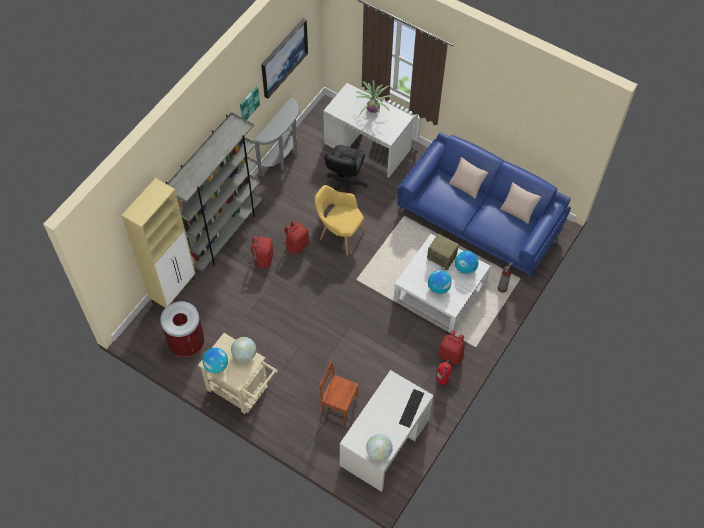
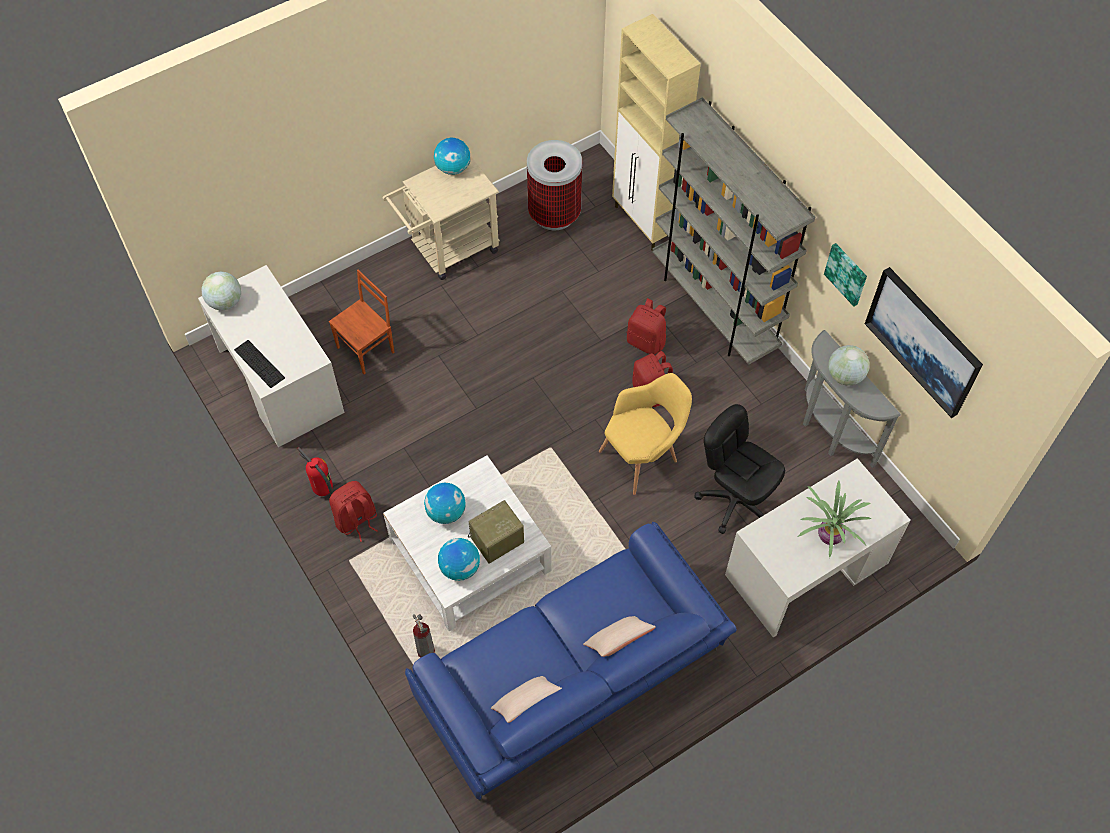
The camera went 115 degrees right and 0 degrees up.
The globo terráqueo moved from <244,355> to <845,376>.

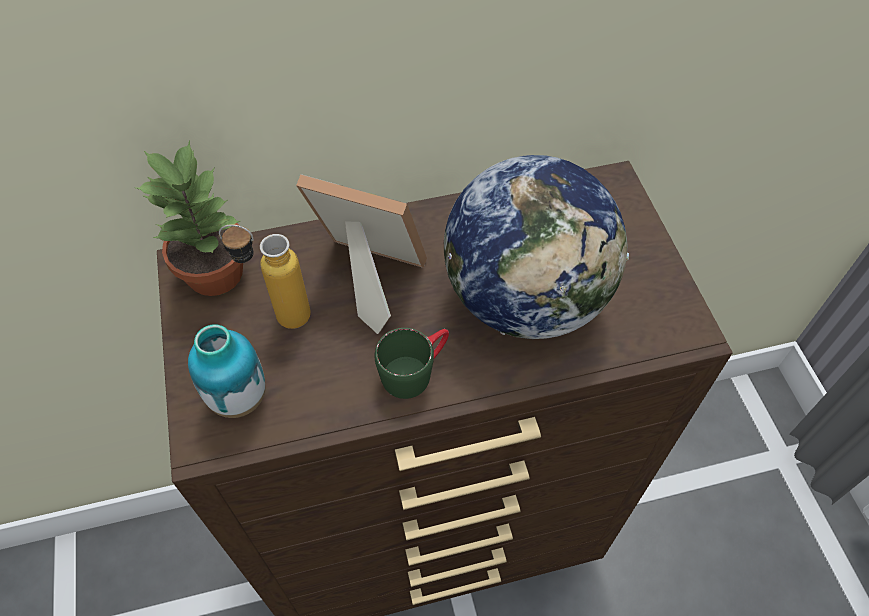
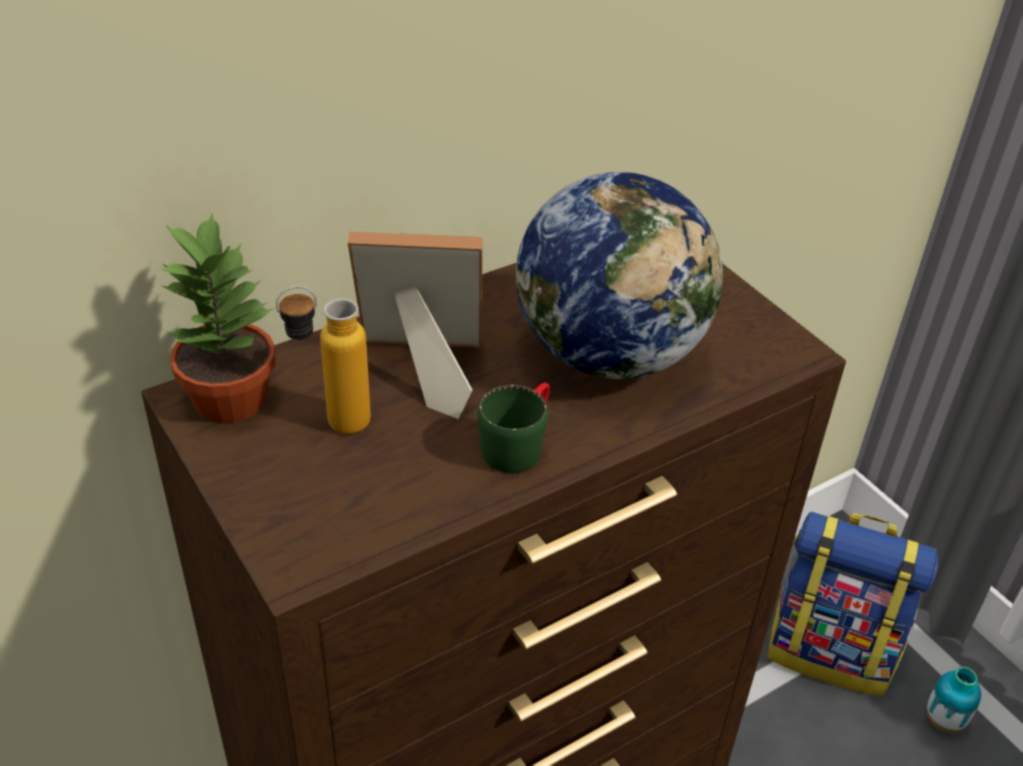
The camera went 20 degrees left and 15 degrees down.
The mochila at <831,651> appeared.
The florero moved from <239,398> to <943,721>.

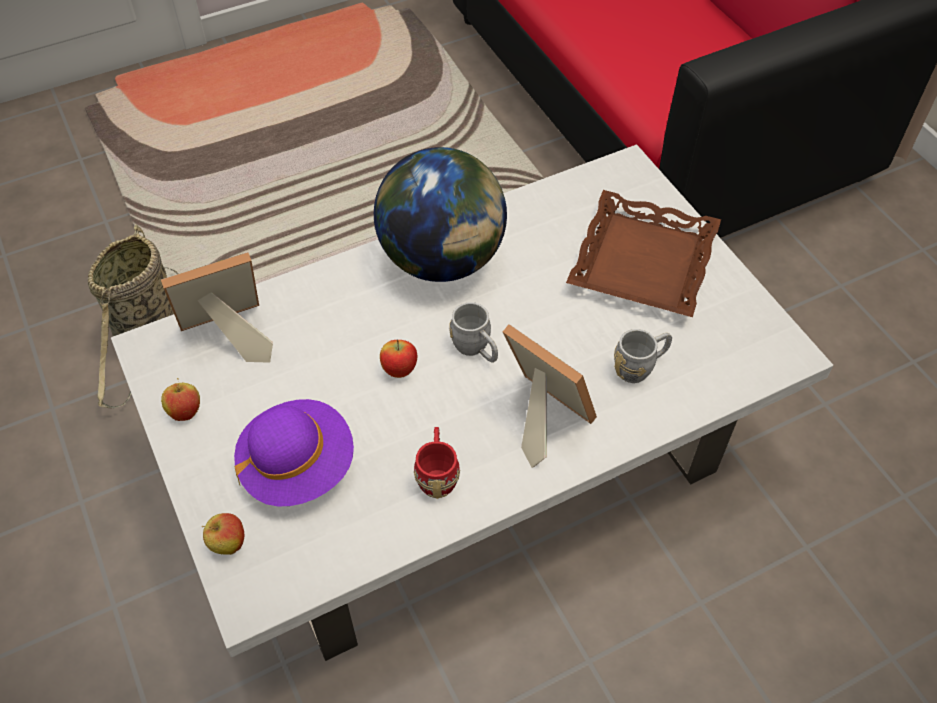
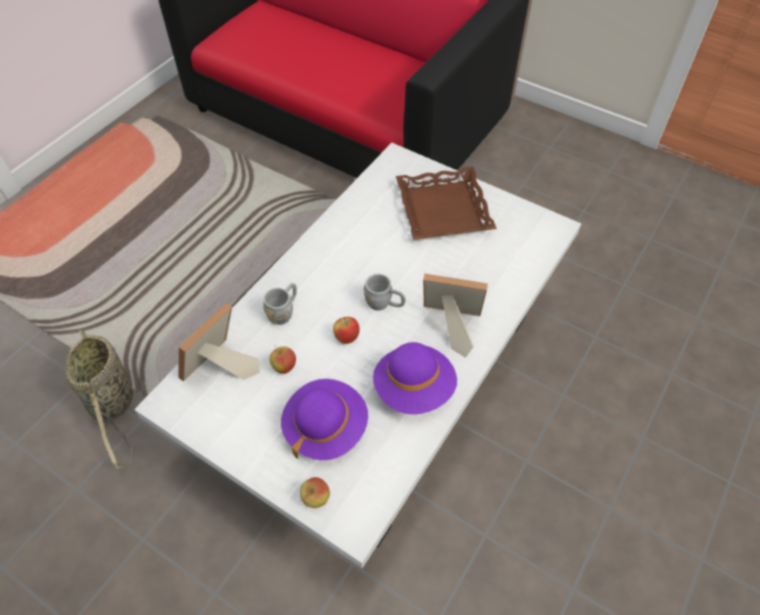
The camera went 30 degrees left and 0 degrees up.
The globo terráqueo at <442,259> disappeared.
The manzana moved from <185,412> to <284,367>.
The taza grande/gris moved from <640,367> to <284,311>.
The taza grande/rojo at <437,474> was replaced by the sombrero/morado at <414,388>.

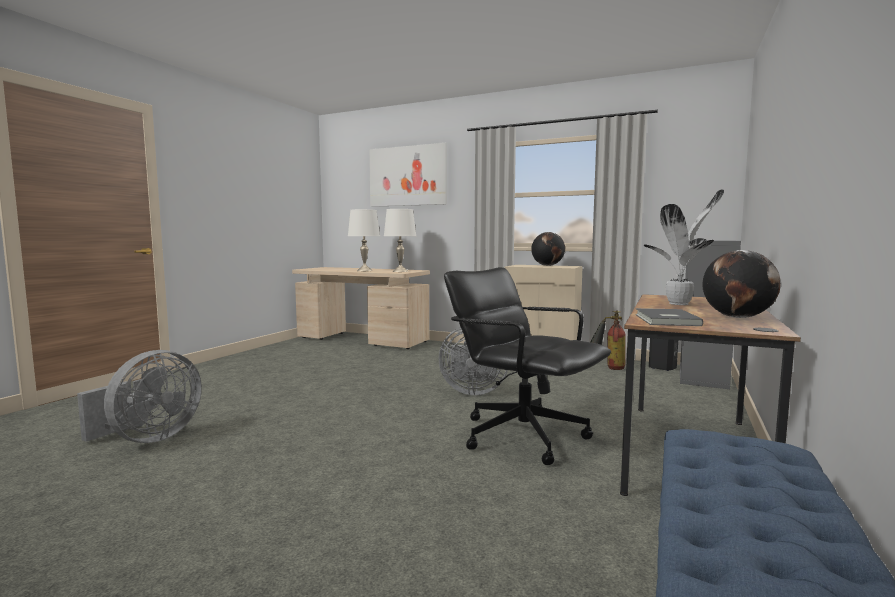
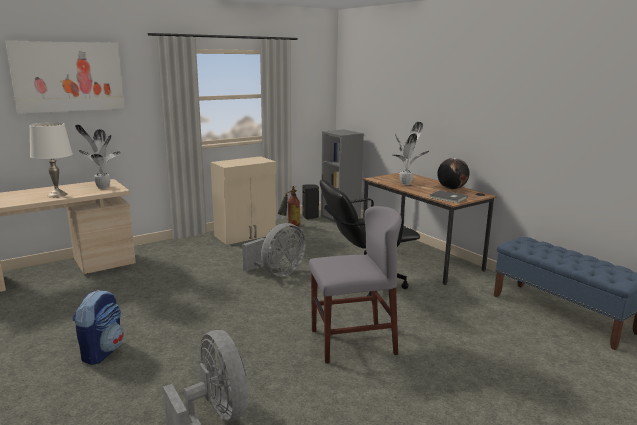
The camera went 60 degrees left and 10 degrees up.
The globo terráqueo at <547,265> disappeared.
The mochila at <102,352> appeared.
The silla/gris at <352,342> appeared.
The lámpara de mesa/blanco at <400,271> was replaced by the planta en maceta at <102,187>.

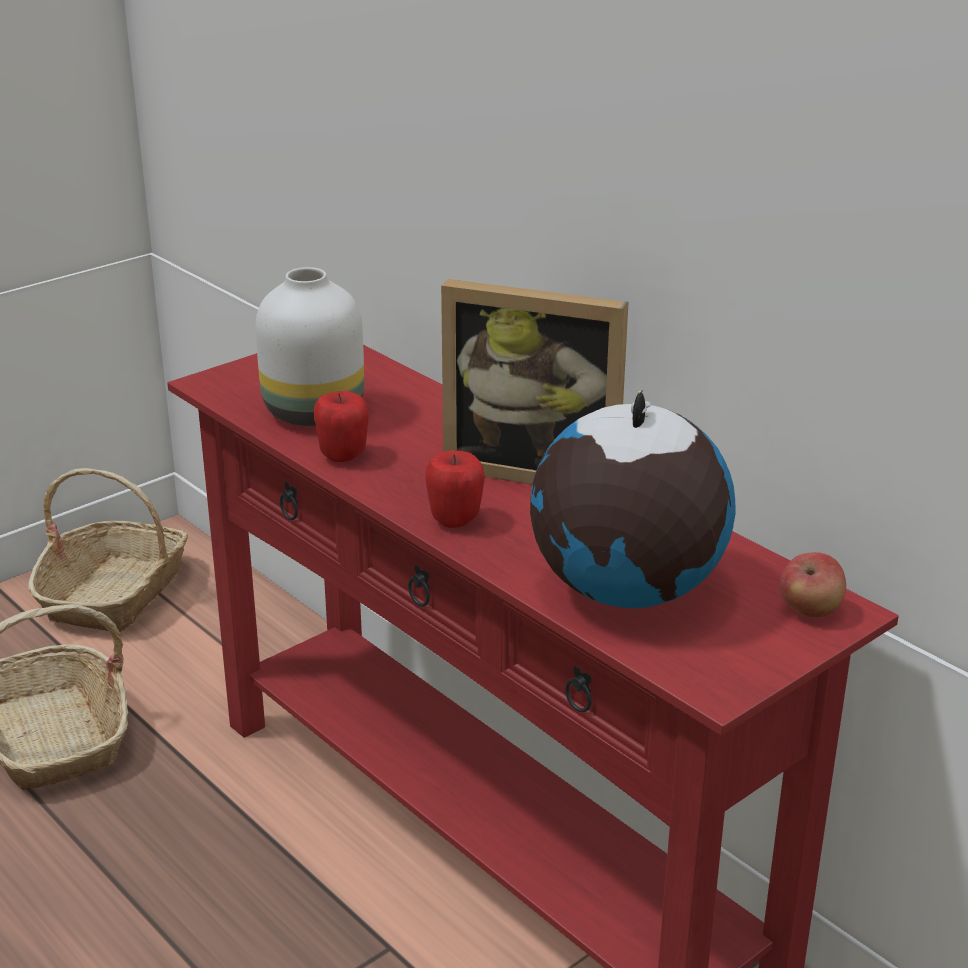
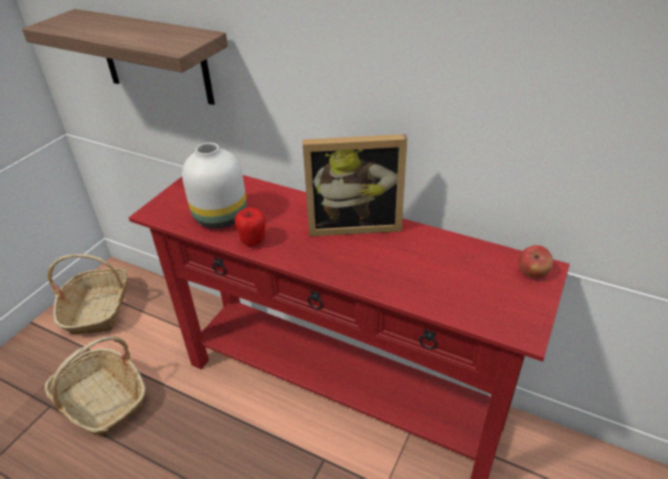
The camera went 20 degrees left and 10 degrees up.
The manzana at <455,520> disappeared.
The globo terráqueo at <625,592> disappeared.
The estante at <154,57> appeared.

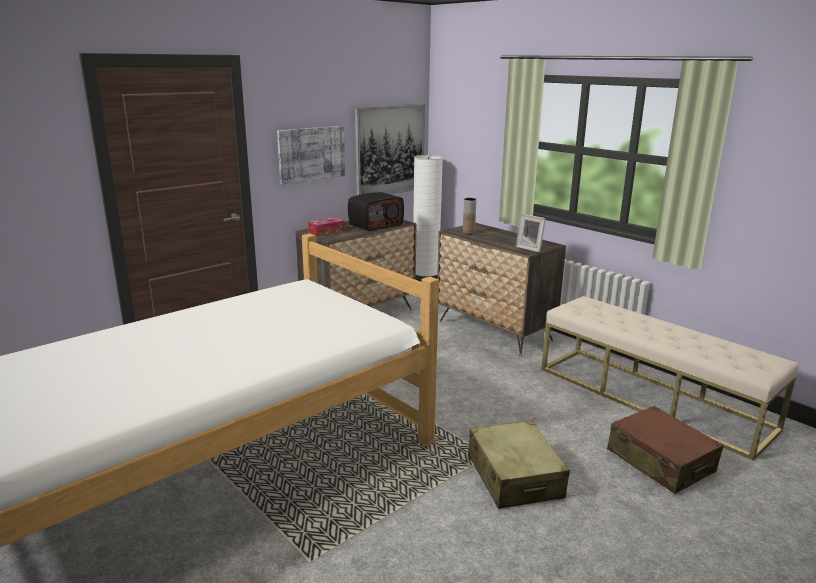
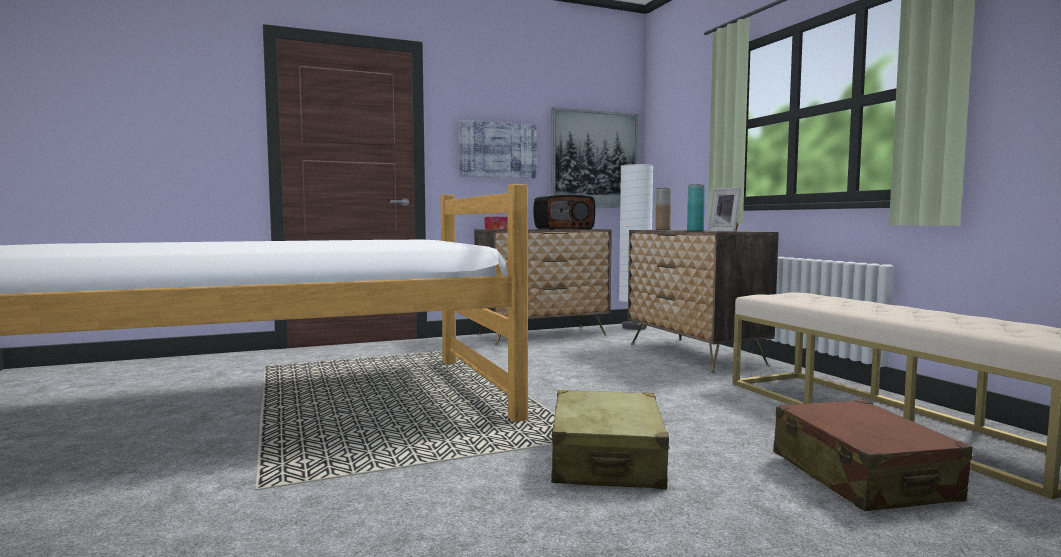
The camera went 20 degrees right and 15 degrees down.
The florero/turquesa at <695,231> appeared.

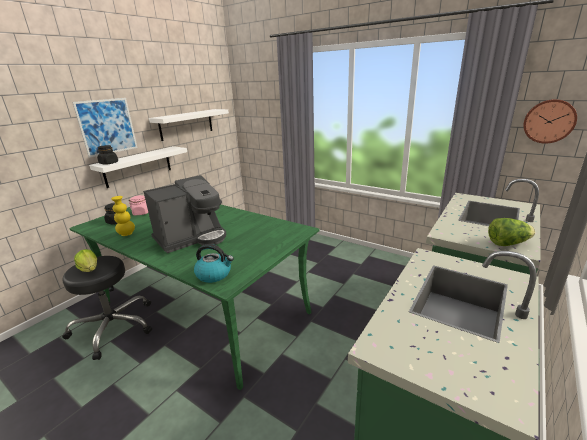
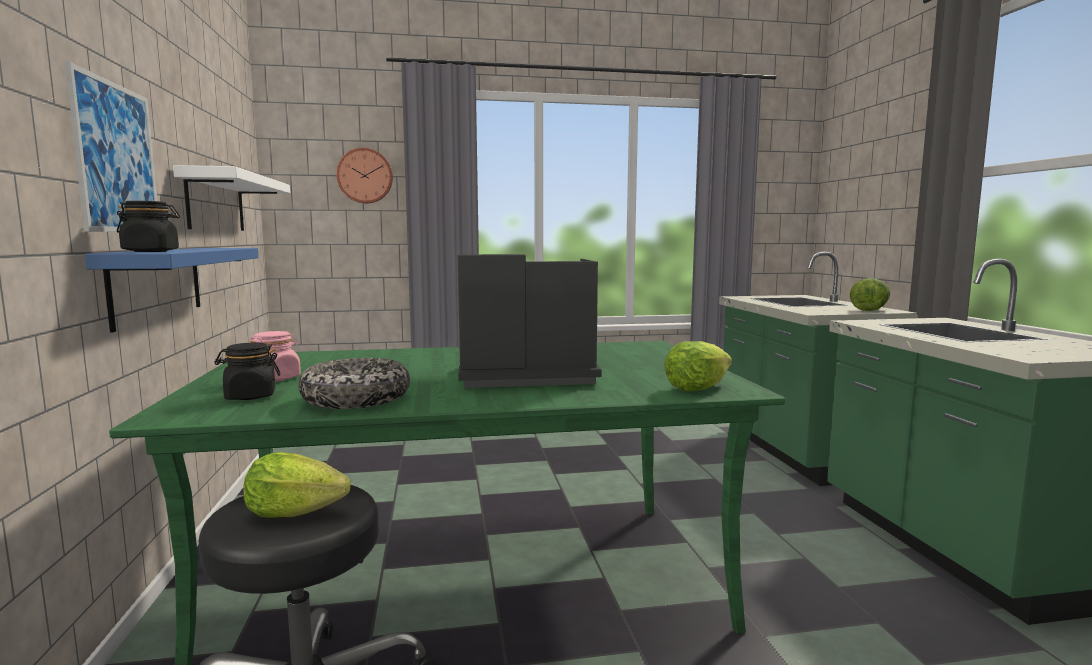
The camera went 45 degrees left and 15 degrees down.
The reloj de pared moved from <549,121> to <365,176>.
The florero/amarillo at <127,234> was replaced by the cuenco at <356,399>.
The hervidor at <214,274> was replaced by the lechuga at <696,388>.
The estante/blanco at <138,166> became the estante/azul at <157,284>.
The cafetera at <192,238> turned 105 degrees counterclockwise.

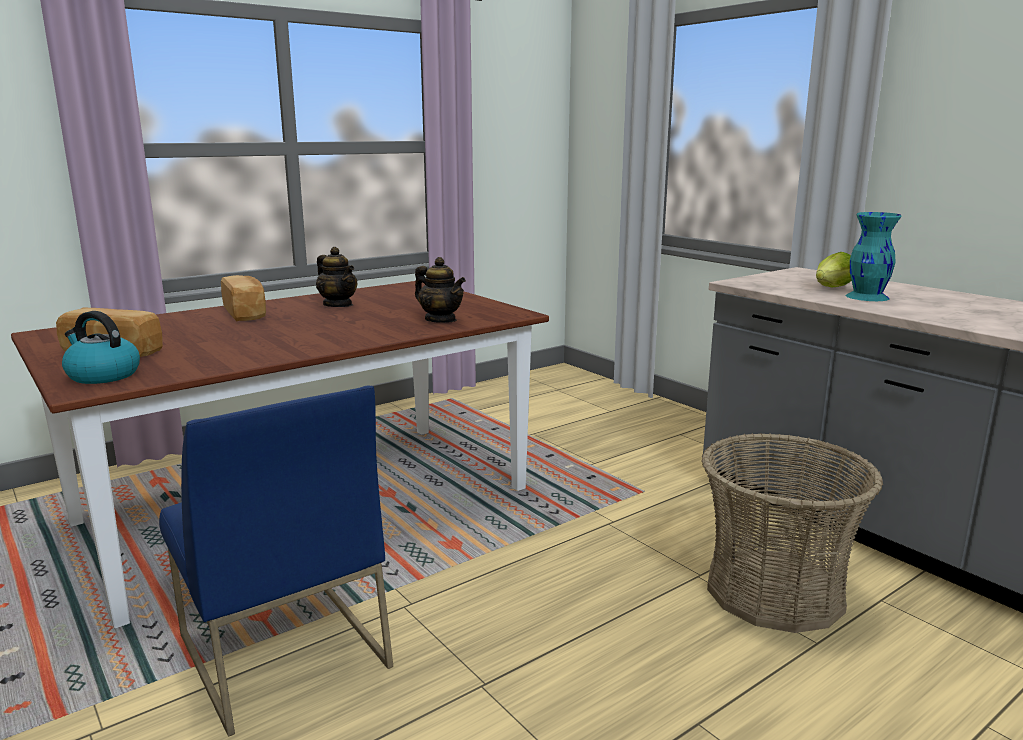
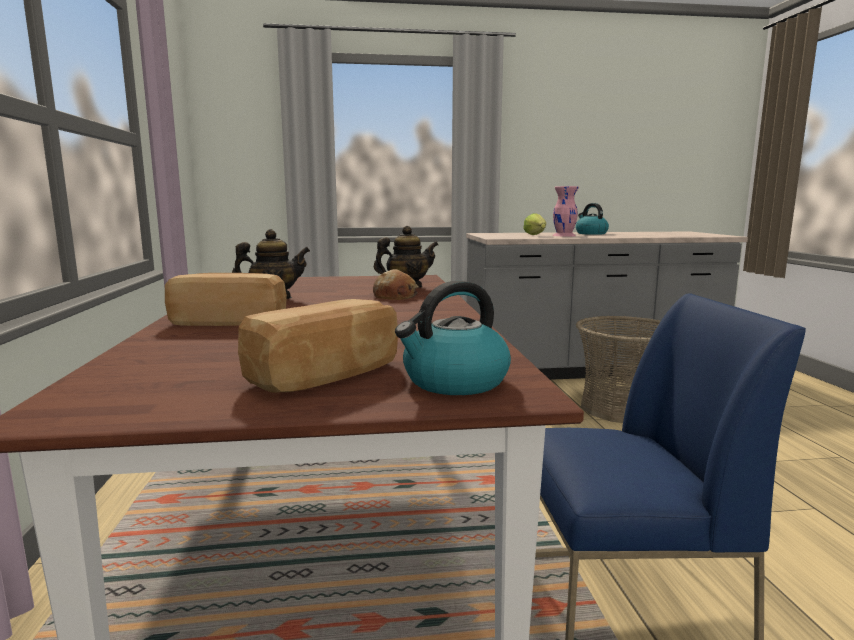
The camera went 60 degrees left and 5 degrees down.
The pan at <395,296> appeared.
The hervidor at <590,233> appeared.
The florero/turquesa at <867,297> became the florero/rosa at <564,235>.

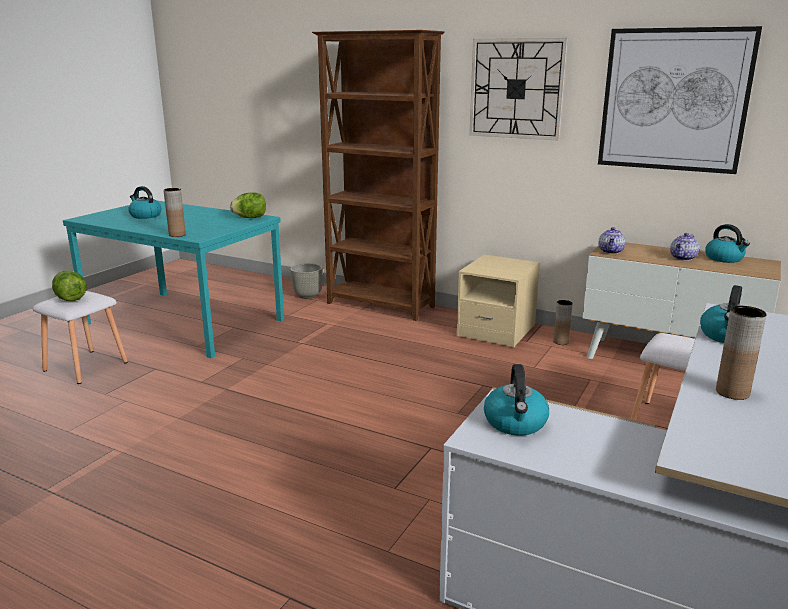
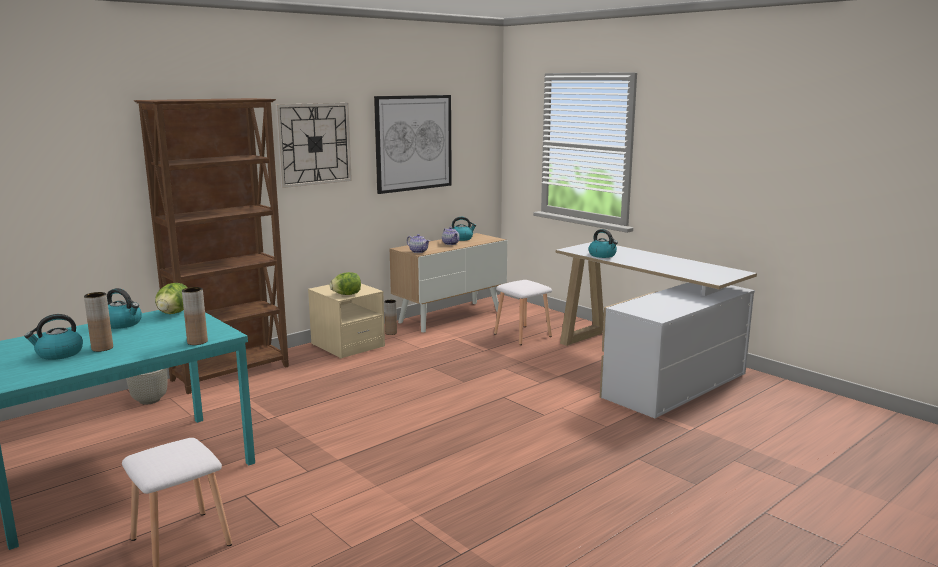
The camera went 70 degrees left and 5 degrees down.
The lechuga moved from <70,299> to <347,294>.
The hervidor moved from <515,423> to <122,324>.
The florero/marrón moved from <732,392> to <102,348>.

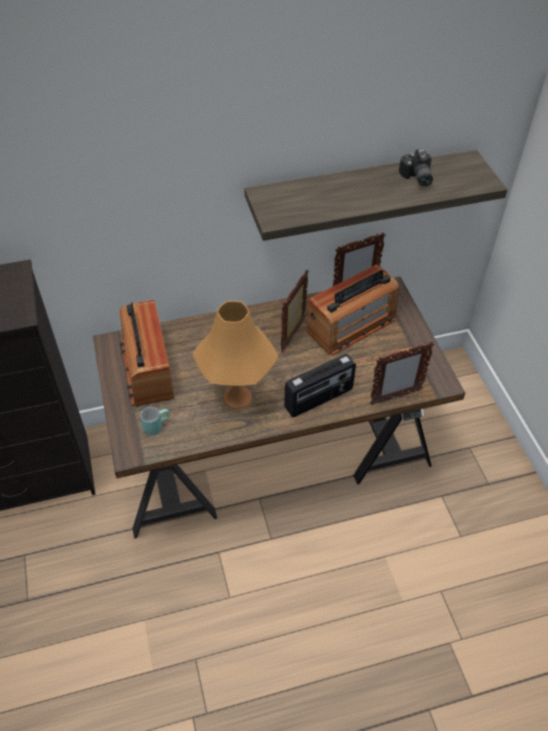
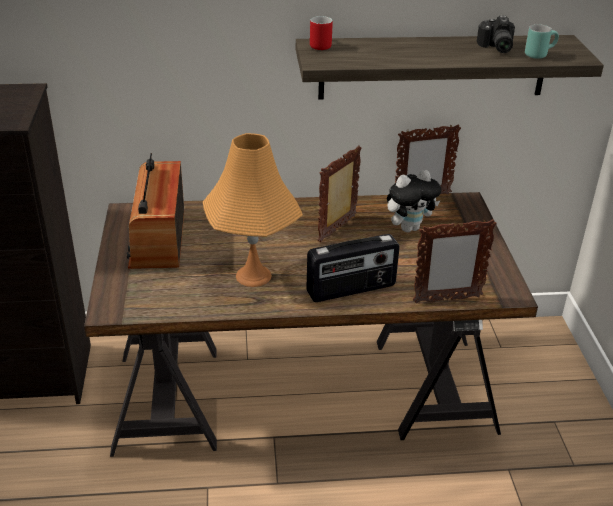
The camera went 10 degrees right and 15 degrees down.
The taza grande/rojo at <317,45> appeared.
The taza grande/turquesa moved from <156,425> to <539,54>.
The radio at <351,325> was replaced by the peluche at <409,228>.

